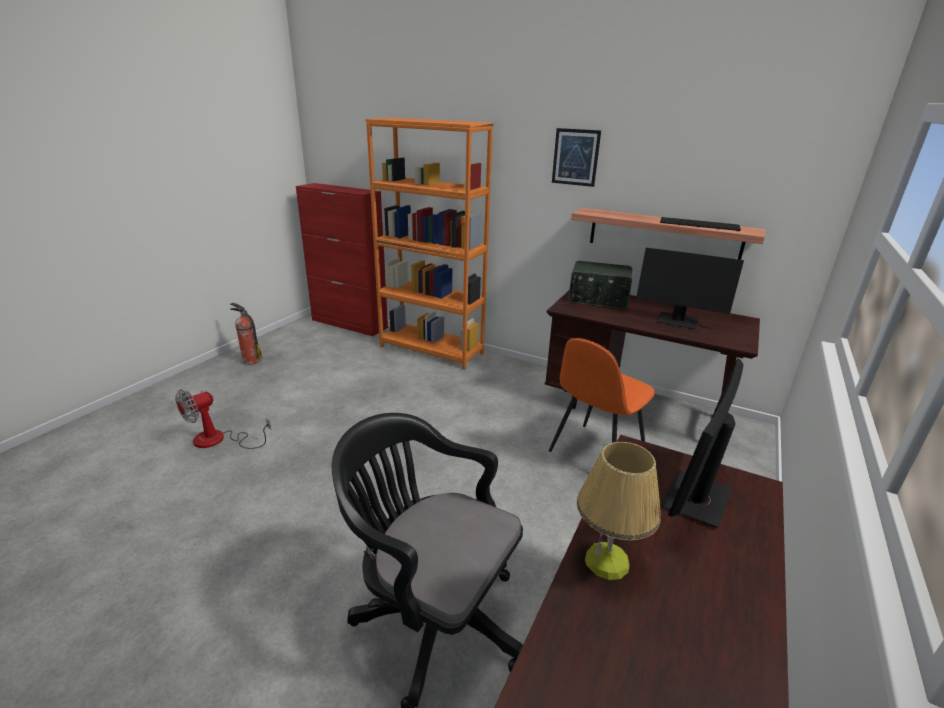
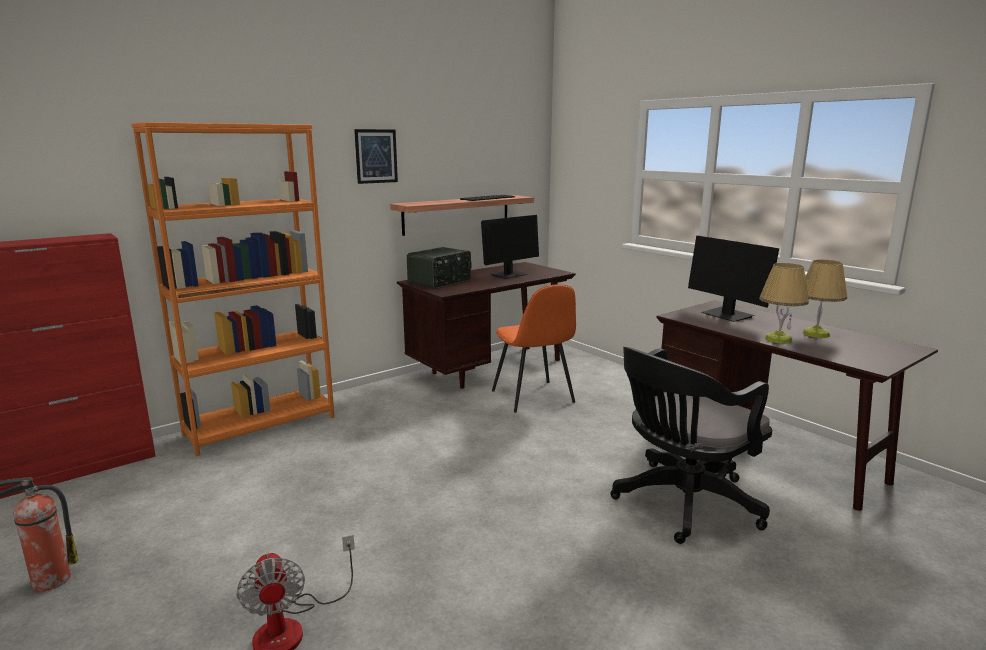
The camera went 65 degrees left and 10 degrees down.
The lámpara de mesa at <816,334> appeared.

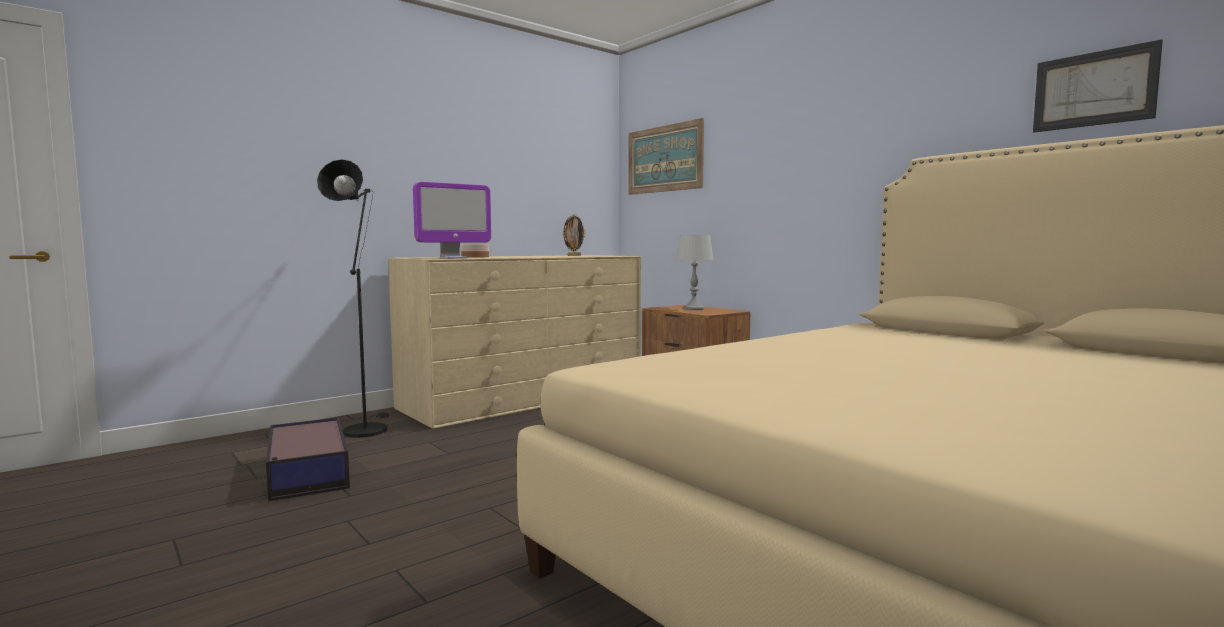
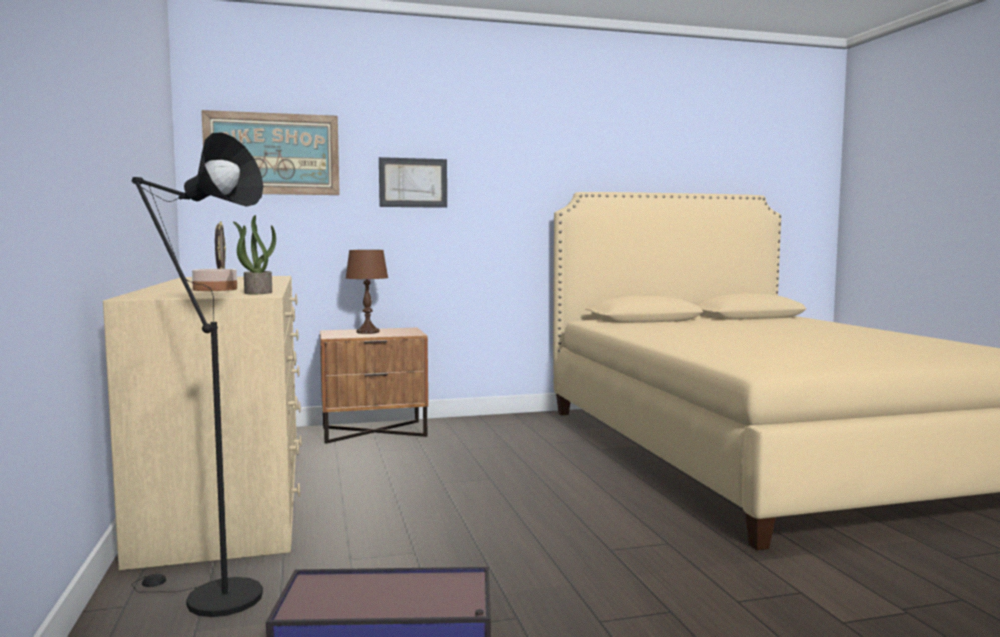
The camera went 65 degrees left and 0 degrees up.
The cuadro moved from <1094,89> to <413,182>.
The monitor at <453,258> was replaced by the planta en maceta at <257,292>.
The lámpara de mesa/gris at <693,309> became the lámpara de mesa/marrón at <367,332>.

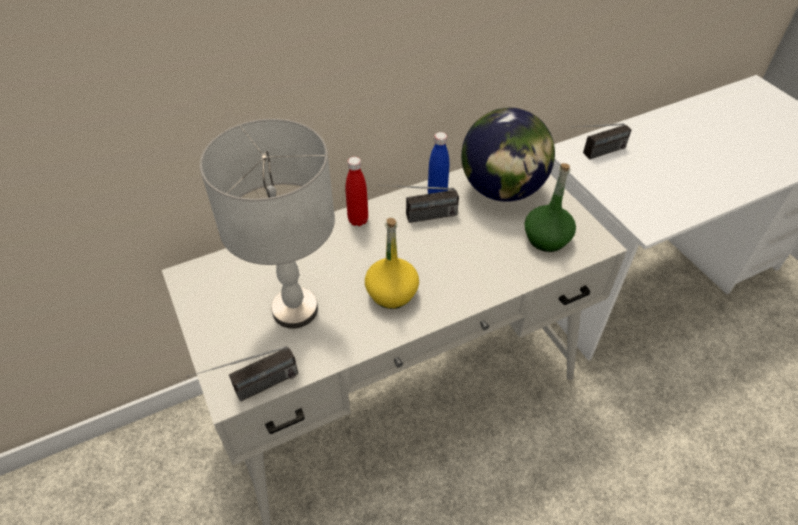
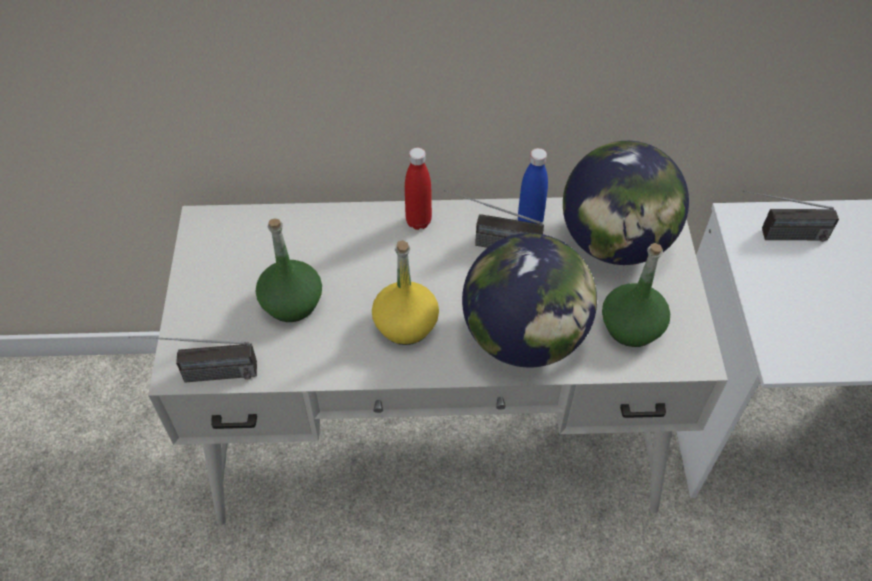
The camera went 25 degrees right and 5 degrees up.
The globo terráqueo at <524,337> appeared.
The lámpara de mesa/gris at <294,309> was replaced by the botella/verde at <291,302>.

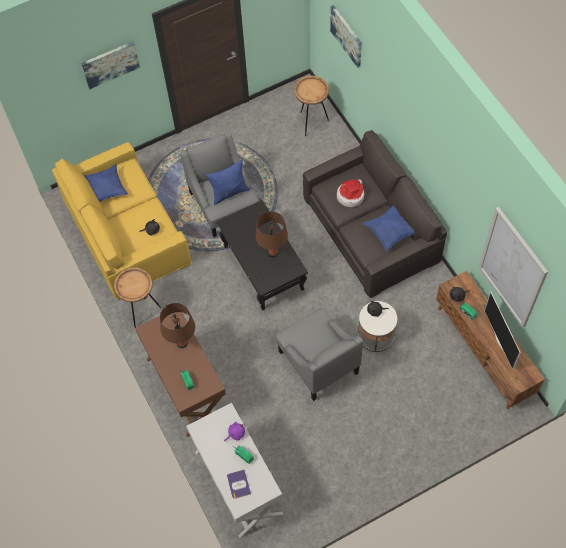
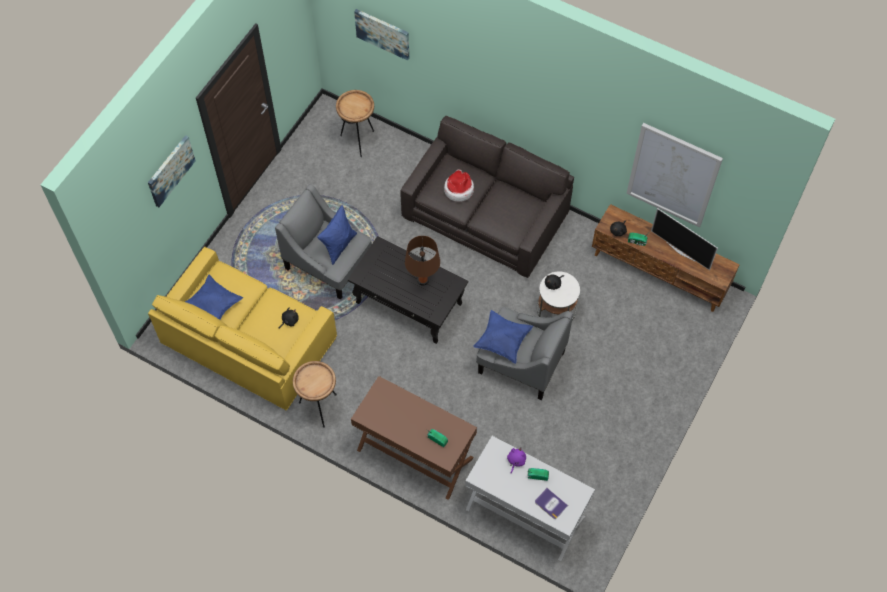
The camera went 35 degrees left and 0 degrees up.
The lámpara de mesa/marrón at <182,343> disappeared.
The cojín/azul moved from <390,232> to <502,341>.

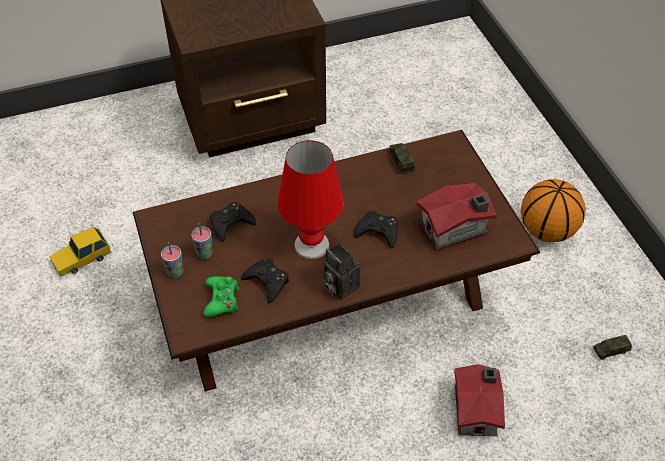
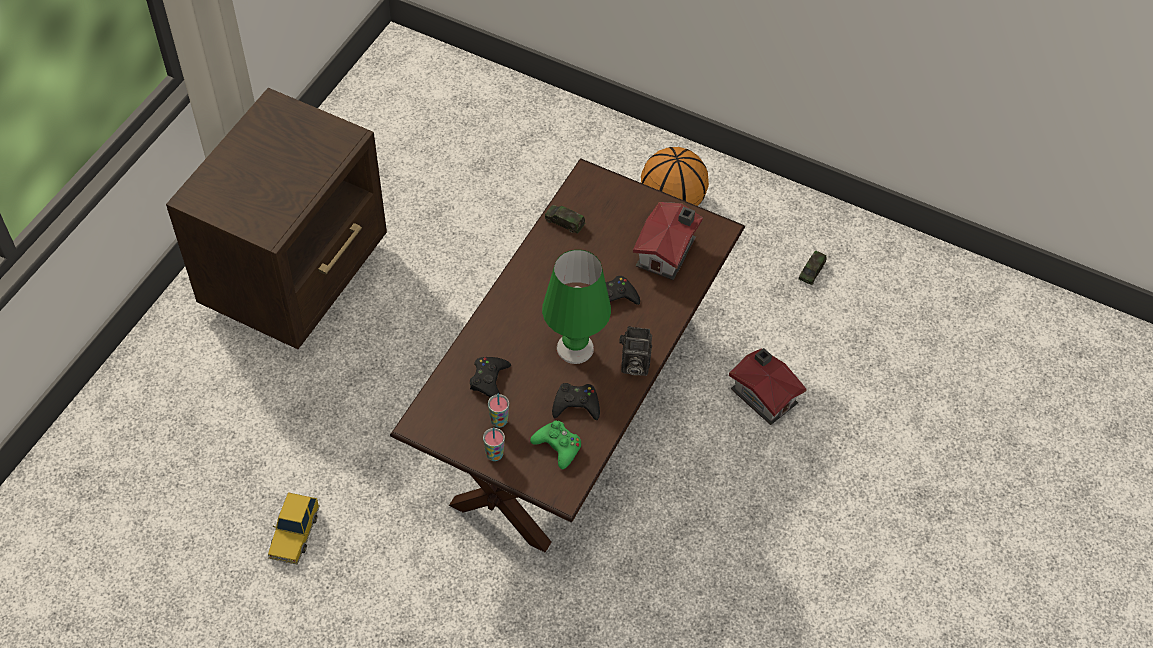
The camera went 45 degrees left and 5 degrees up.
The lámpara de mesa/rojo at <312,244> became the lámpara de mesa/verde at <575,347>.

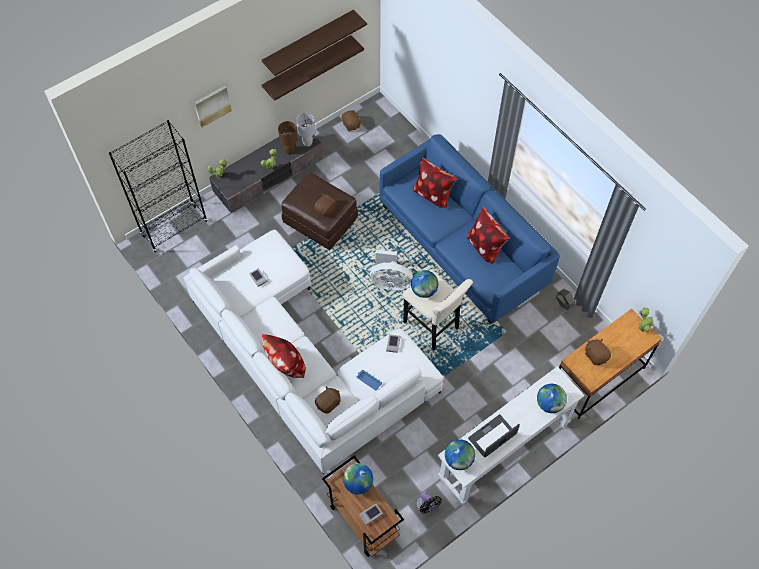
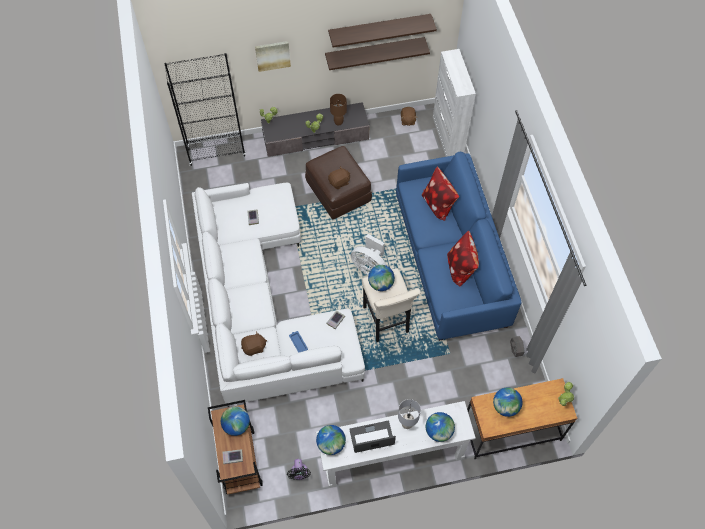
The camera went 25 degrees right and 0 degrees up.
The cojín at <286,365> disappeared.
The armario/blanco at <447,137> appeared.
The lámpara de mesa/gris moved from <307,143> to <407,424>.
The peluche/marrón at <596,355> was replaced by the globo terráqueo at <505,407>.

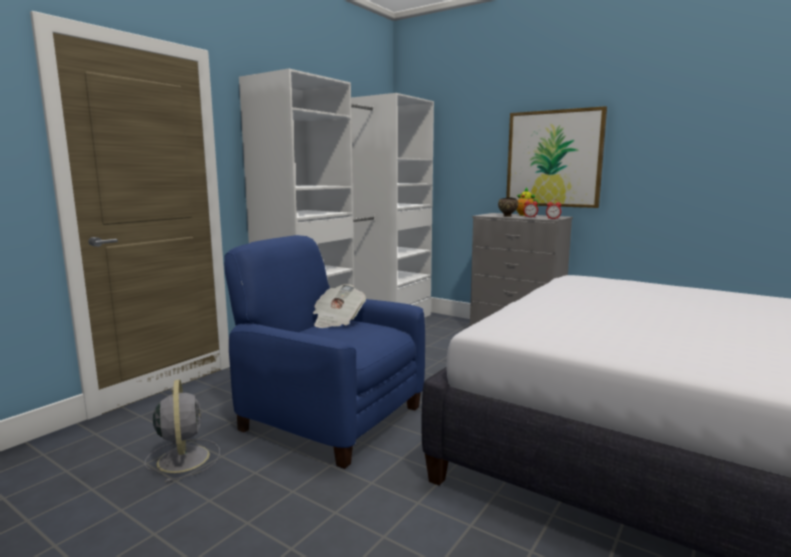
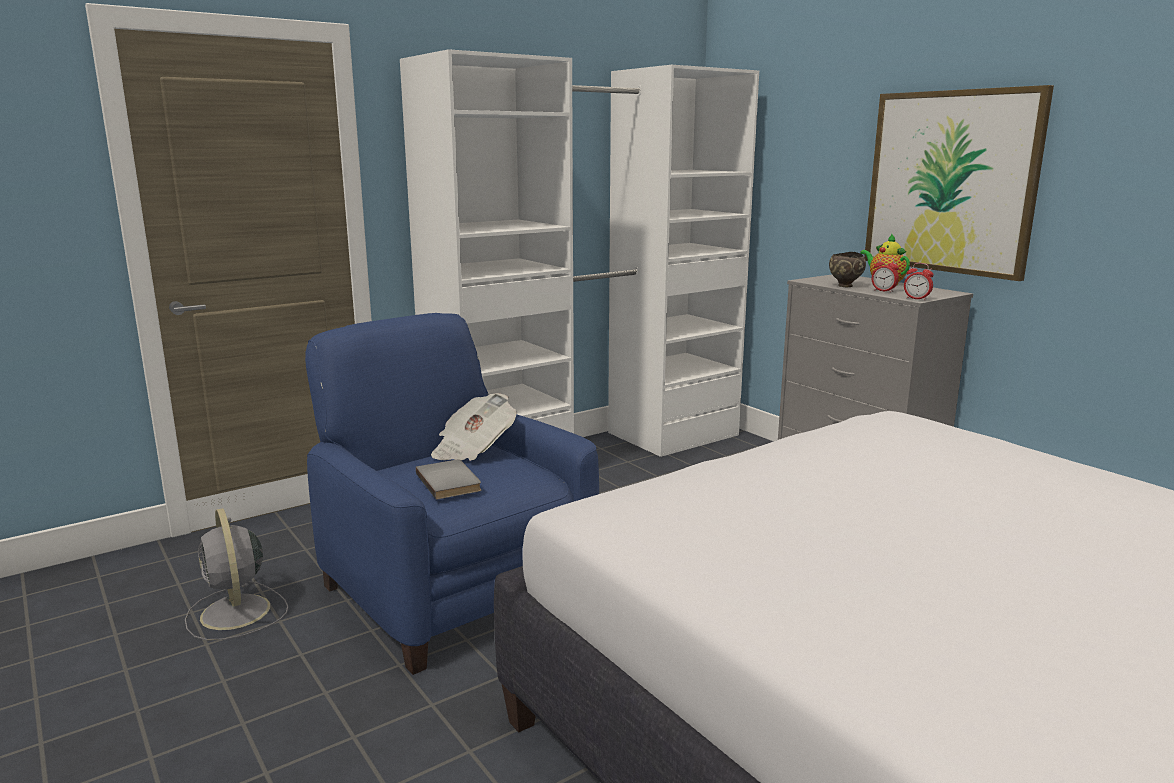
The camera went 20 degrees right and 5 degrees up.
The libro/gris at <451,482> appeared.
The ventilador/gris at <183,458> turned 150 degrees clockwise.

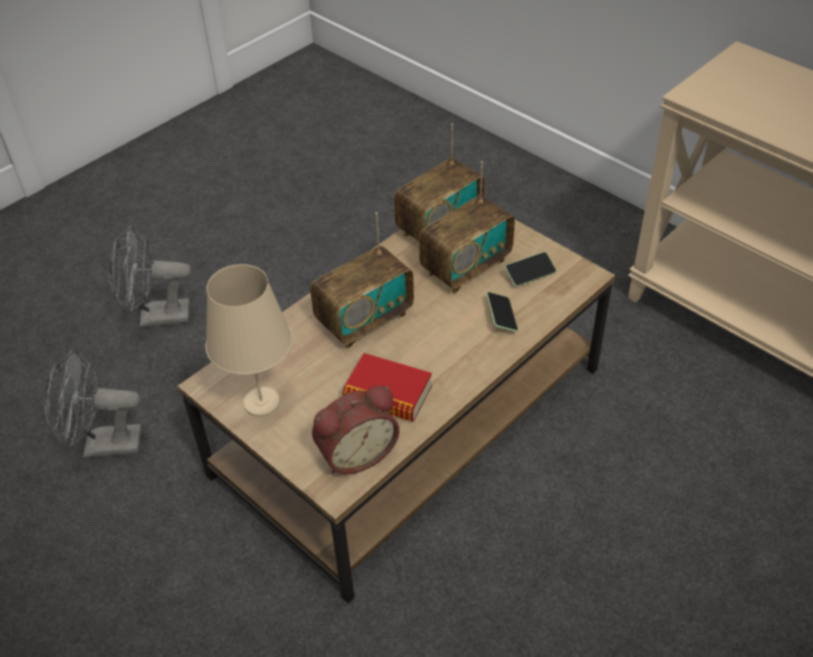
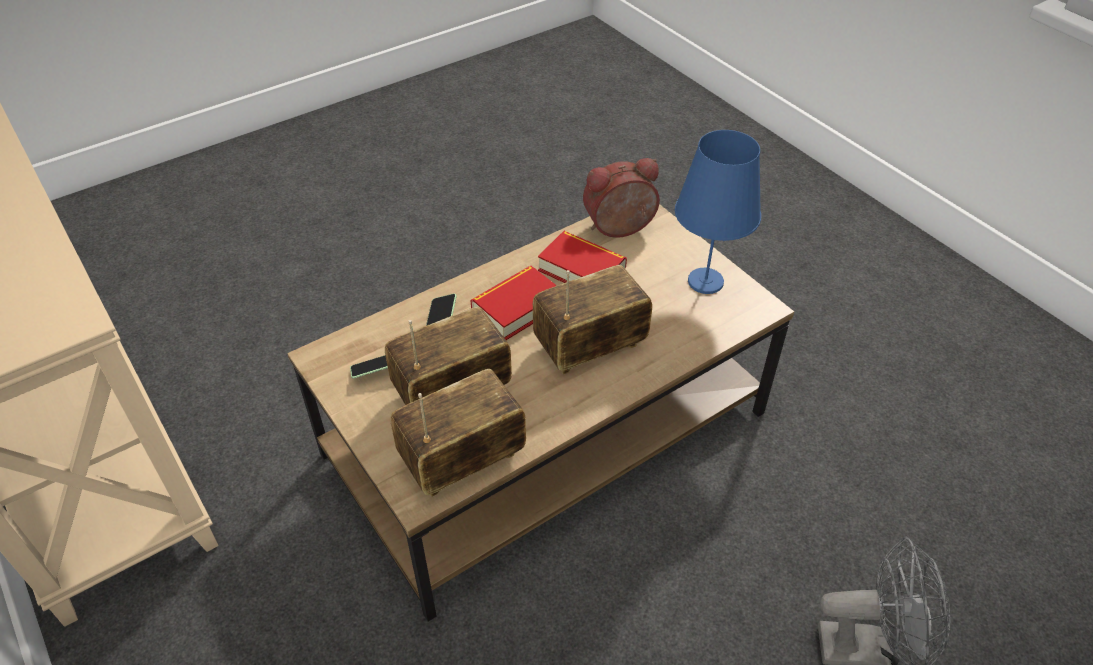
The camera went 170 degrees left and 0 degrees up.
The ventilador/gris at <103,445> disappeared.
The libro at <517,308> appeared.
The lámpara de mesa/beis at <261,402> became the lámpara de mesa/azul at <705,282>.

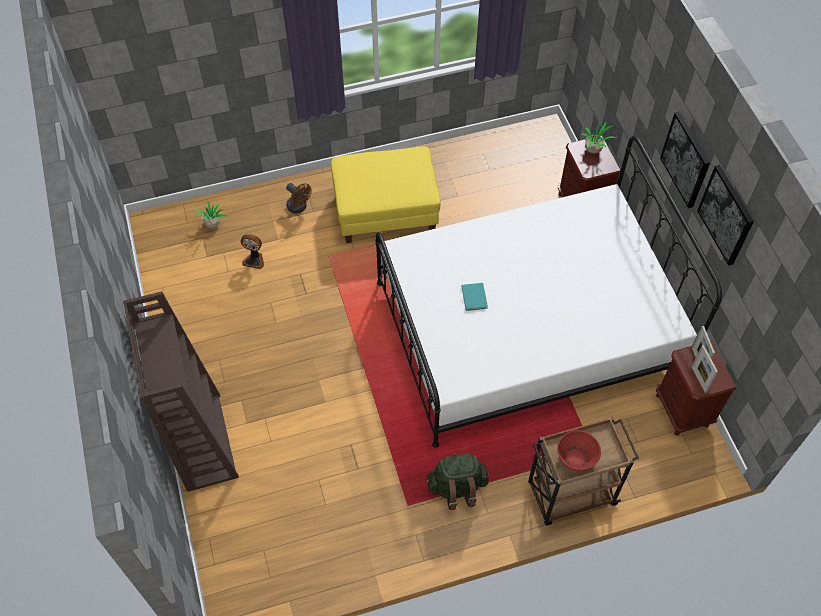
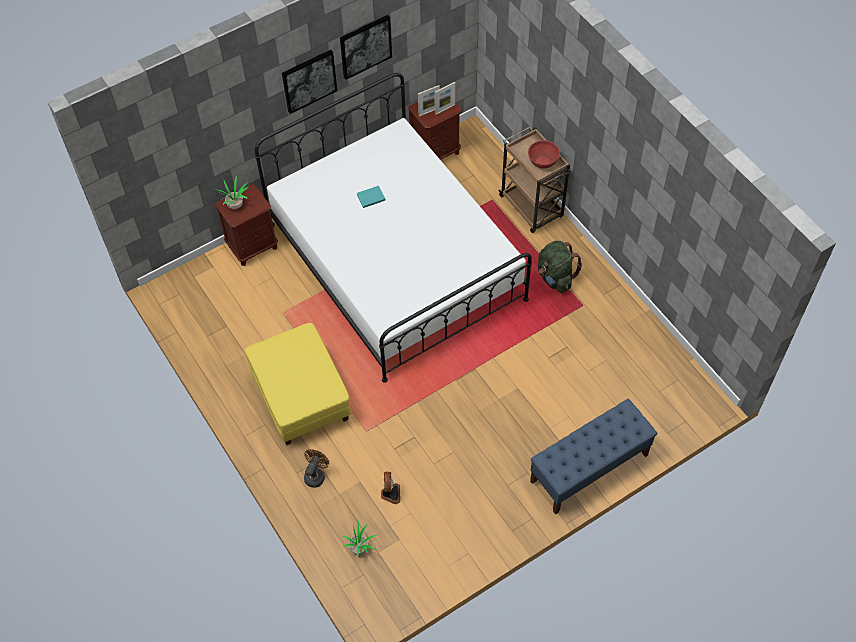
The camera went 105 degrees left and 0 degrees up.
The libro/turquesa moved from <474,296> to <370,197>.
The estantería/marrón at <202,441> was replaced by the banco/azul at <589,468>.

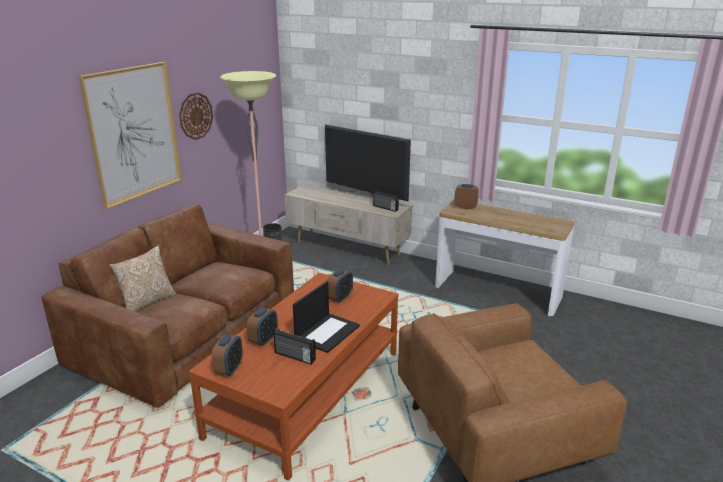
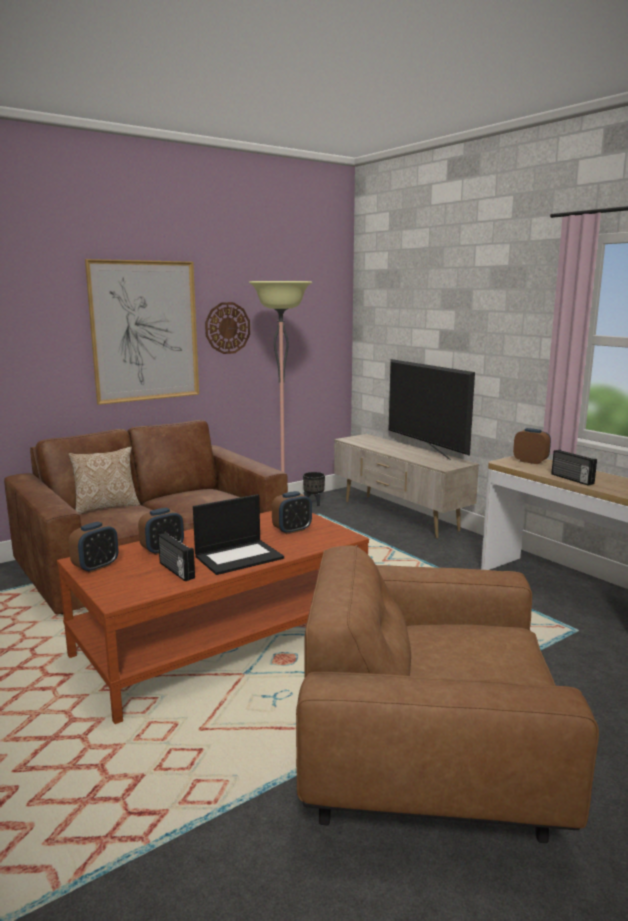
The camera went 25 degrees right and 10 degrees down.
The radio moved from <385,208> to <571,479>.

